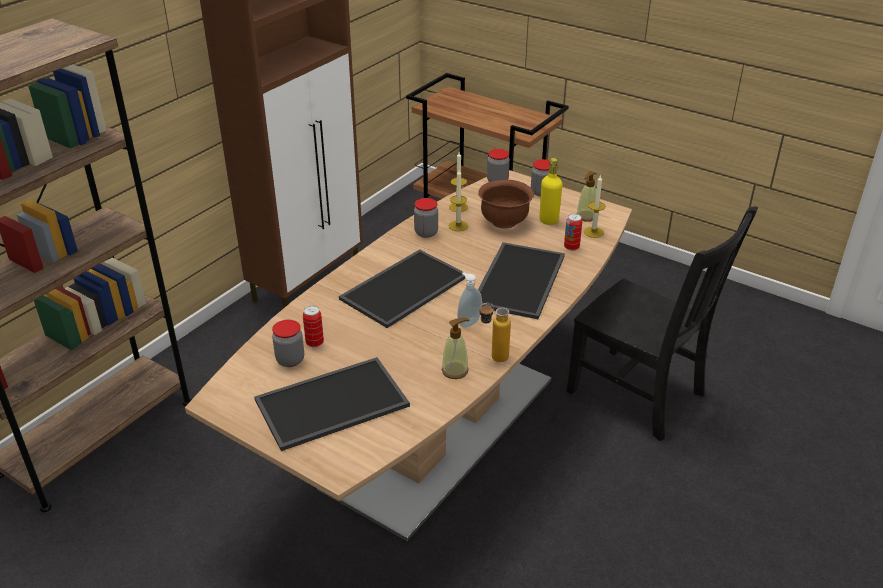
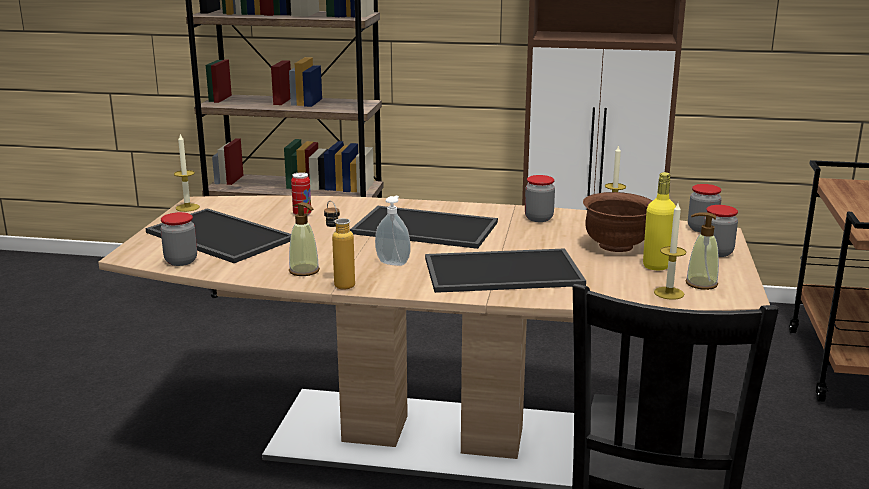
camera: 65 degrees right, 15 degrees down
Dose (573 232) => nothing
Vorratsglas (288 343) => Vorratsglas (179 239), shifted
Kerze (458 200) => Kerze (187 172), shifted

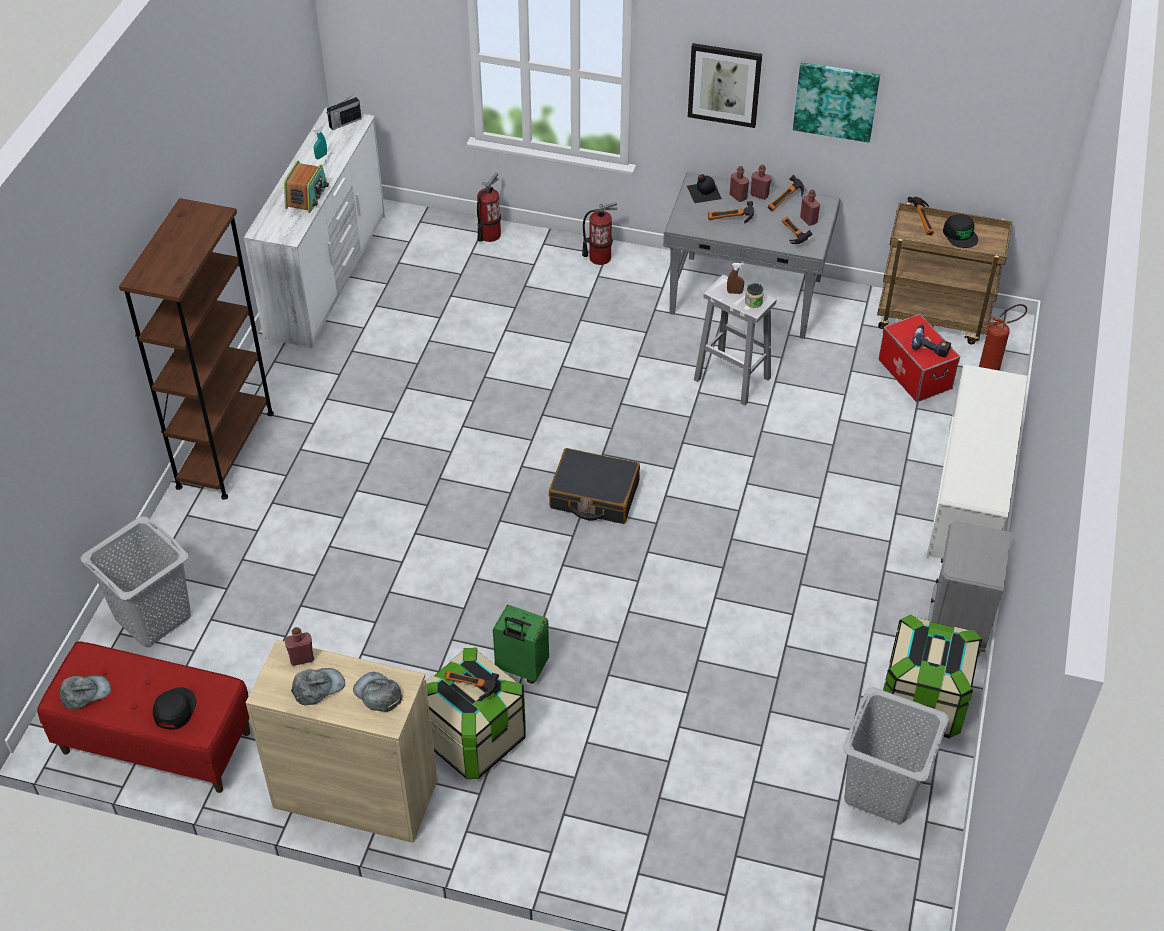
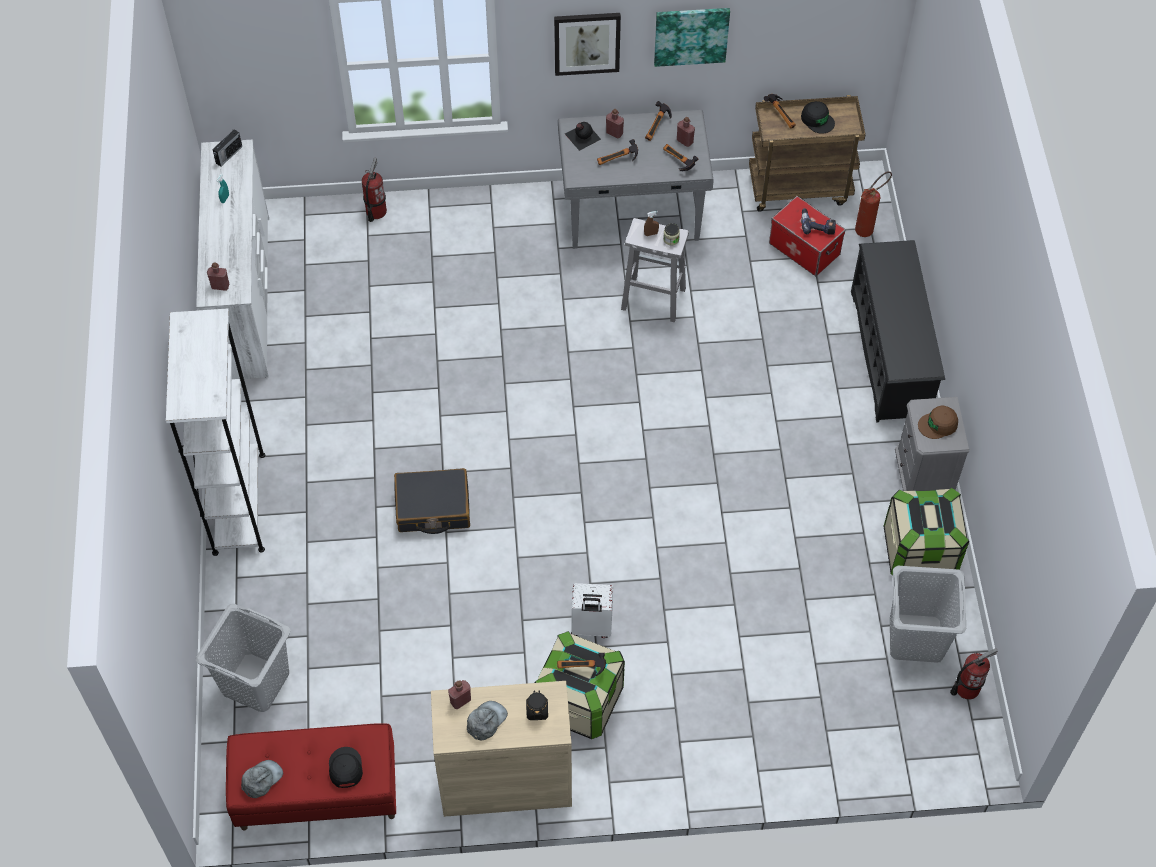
camera: 20 degrees left, 10 degrees up
Radio (306 186) => nothing
nothing => Kappe/braun (938 422)
Koffer/schwarz (594 486) => Koffer/schwarz (432 501), shifted
Feuerlöscher (599 233) => Feuerlöscher (973 674), shifted
Flasche/rot (760 182) => Flasche/rot (218 276), shifted
Kappe/grau (377 692) => Vorratsglas/schwarz (537 705)
Bücherregal/braun (196 349) => Bücherregal/weiß (215 432)
Koffer/grün (521 644) => Koffer/weiß (592 610)
Schuhregal/weiß (977 461) => Schuhregal/schwarz (898 331)

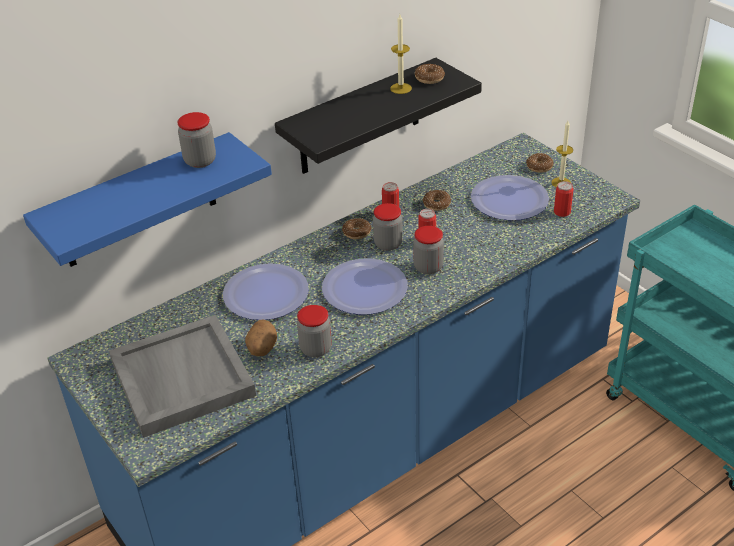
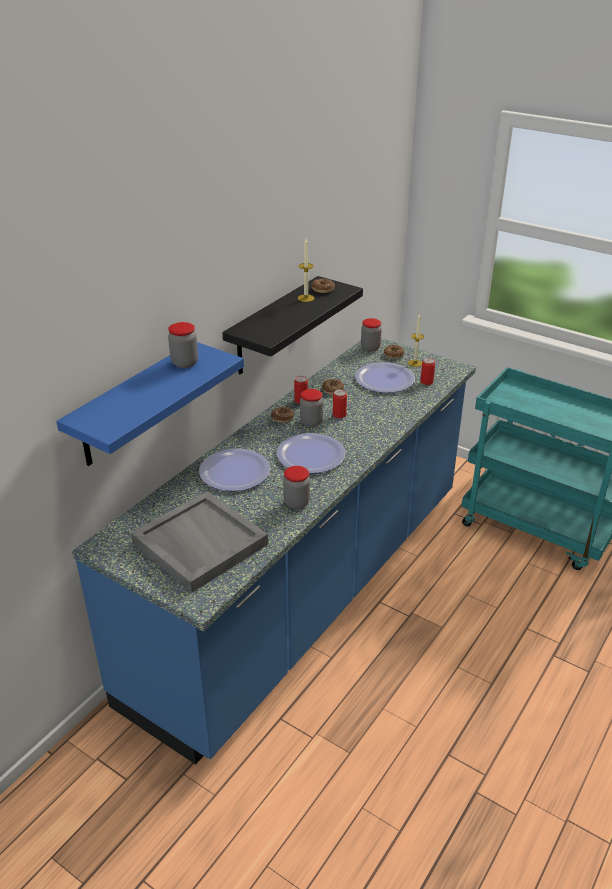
camera: 20 degrees left, 5 degrees down
Kartoffel (261 338) => nothing
Vorratsglas (428 250) => Vorratsglas (371 334), shifted

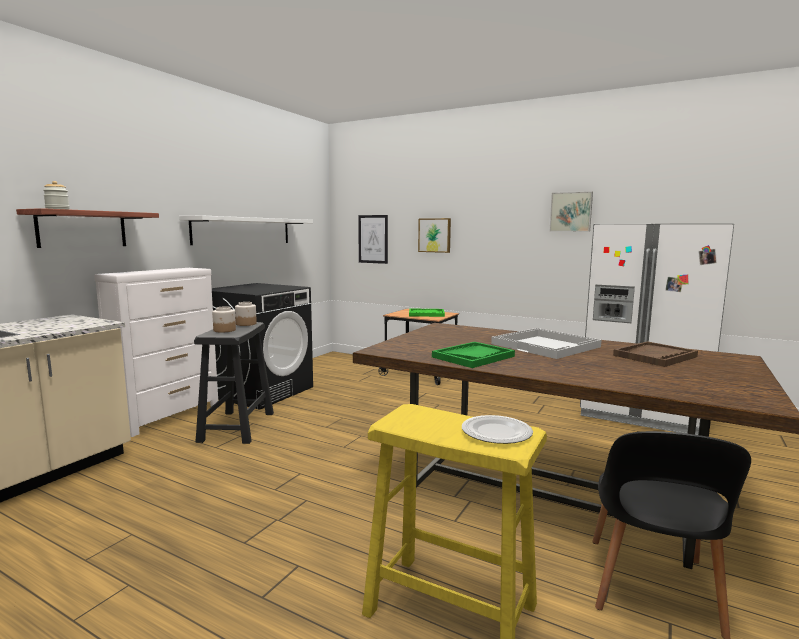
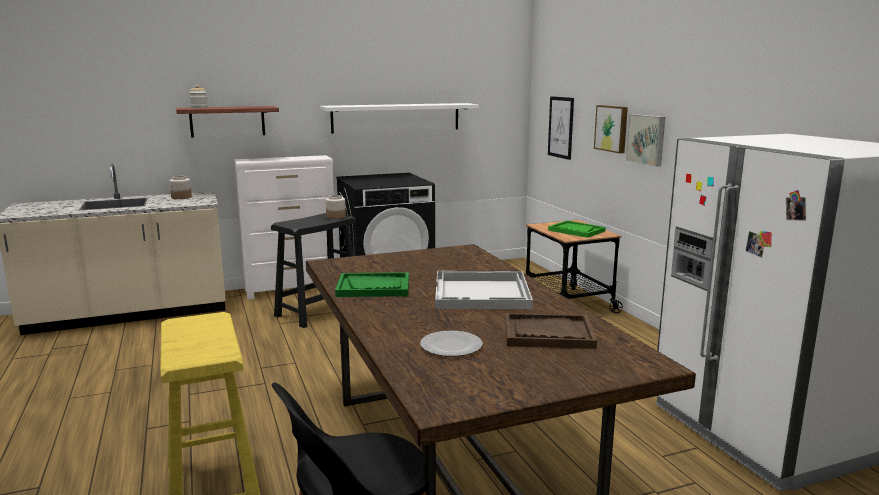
camera: 40 degrees right, 5 degrees up
Vorratsglas (224 320) => Vorratsglas (180 187), shifted
Teller (497 429) => Teller (451 343), shifted
Bild (571 212) => Bild (645 140), shifted

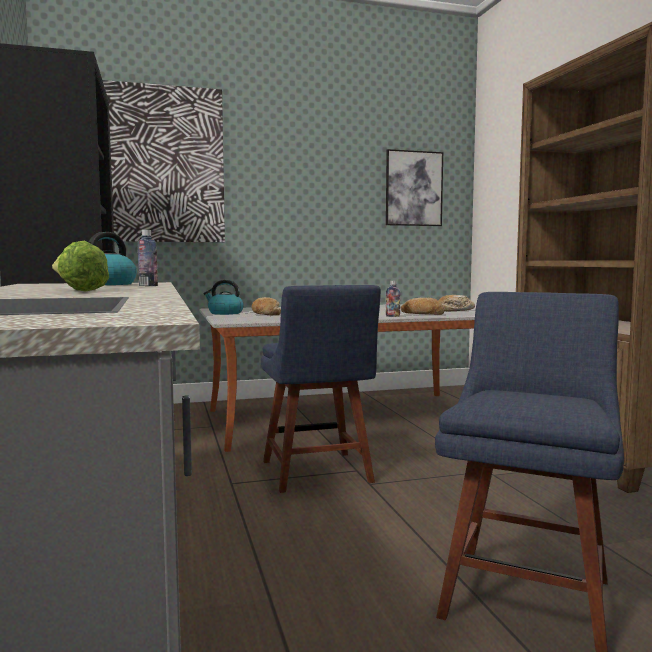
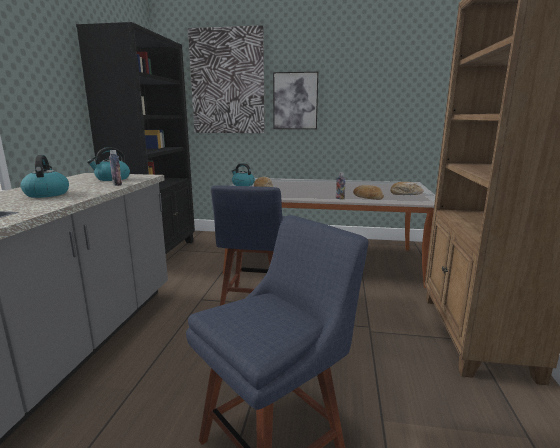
camera: 25 degrees right, 10 degrees up
Bild (414 187) => Bild (296 100), shifted
Salatkopf (80 266) => Wasserkessel (45 176)

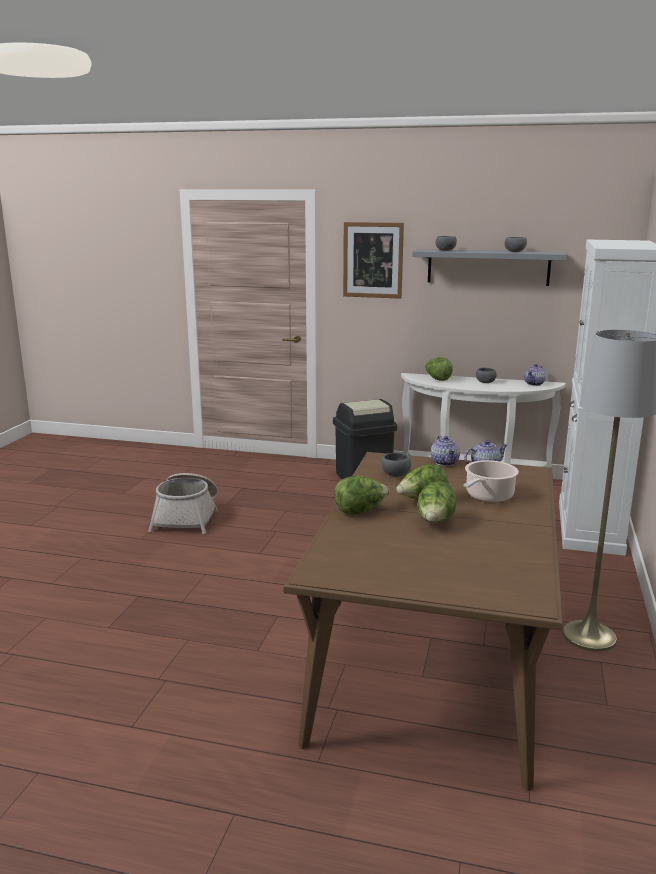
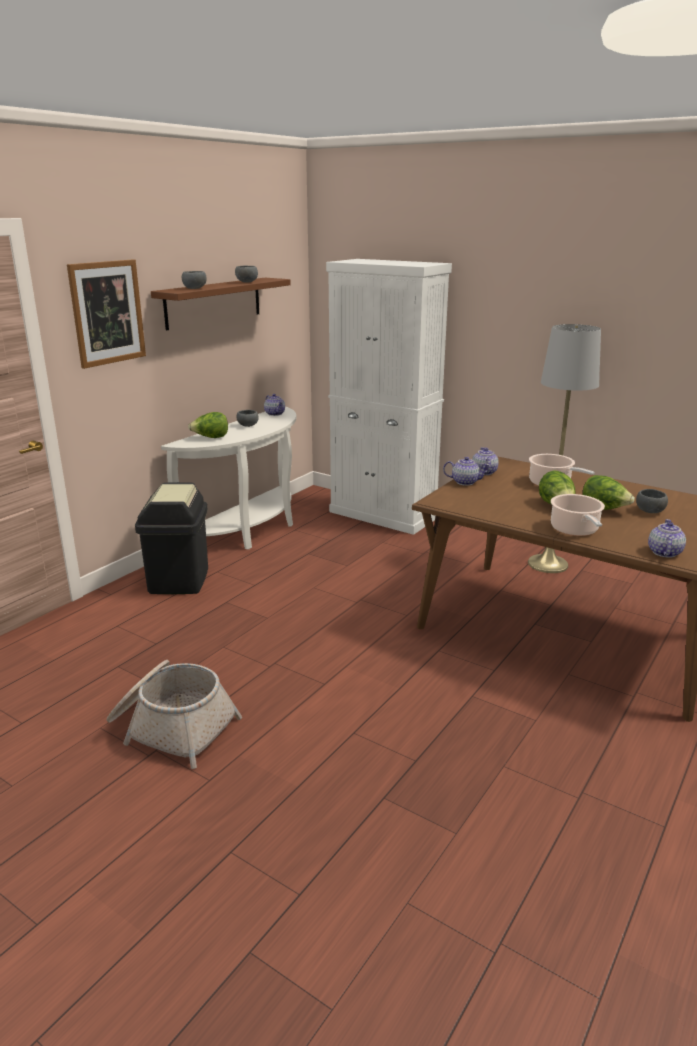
camera: 70 degrees left, 5 degrees up
nothing => Teekanne (667 538)
Schüssel/grau (396 465) => Schüssel/grau (652 501), shifted
Salatkopf (362 495) => Kochtopf (578 515)
Wandregal/grau (489 267) => Wandregal/braun (221 304)

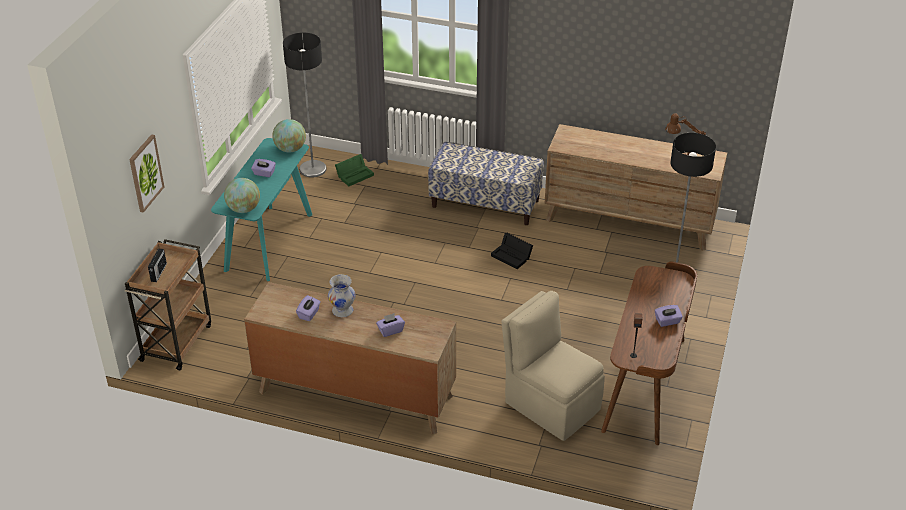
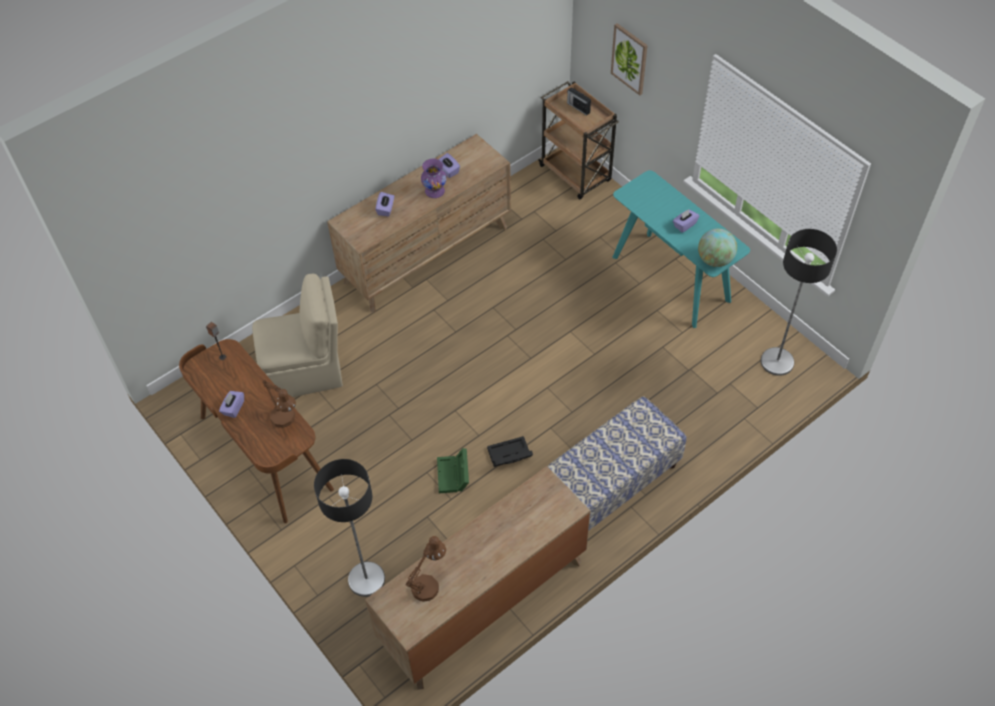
camera: 125 degrees right, 15 degrees up
Globus (242 195) => nothing
nothing => Tischlampe/braun (279 404)
Aufbewahrungsbox/grün (354 170) => Aufbewahrungsbox/grün (453 470), shifted
Vase/weiß (341 295) => Vase/lila (434 178)

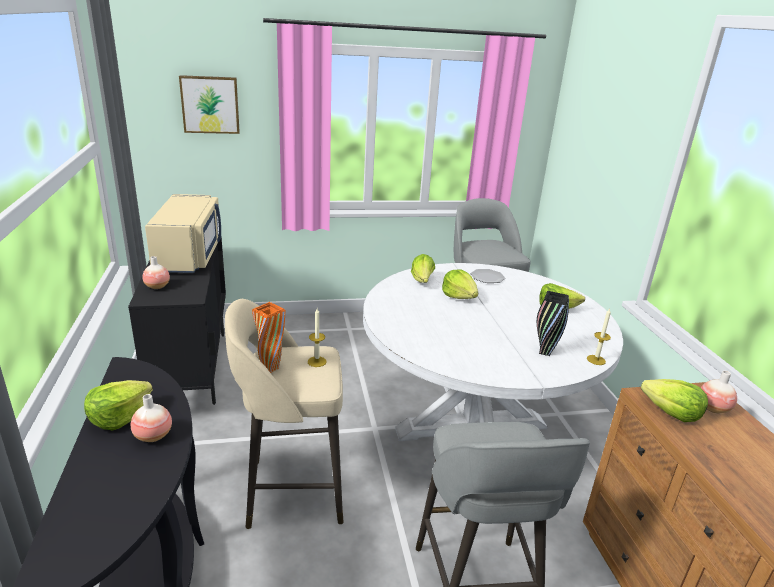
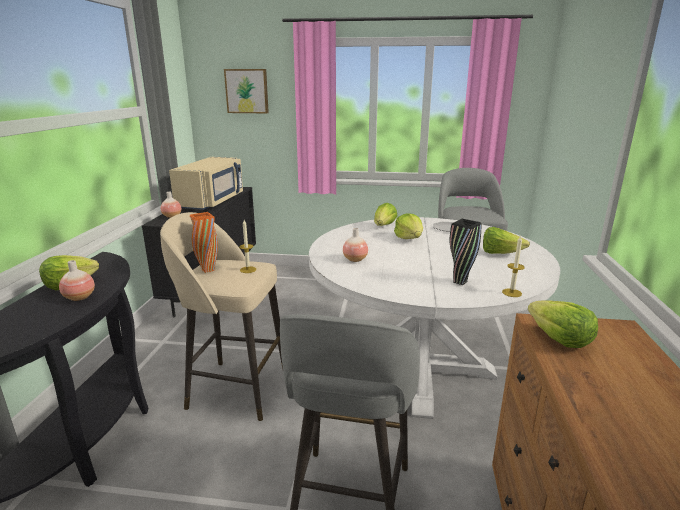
camera: 20 degrees right, 5 degrees down
Vase (719 392) => Vase (355 245), shifted

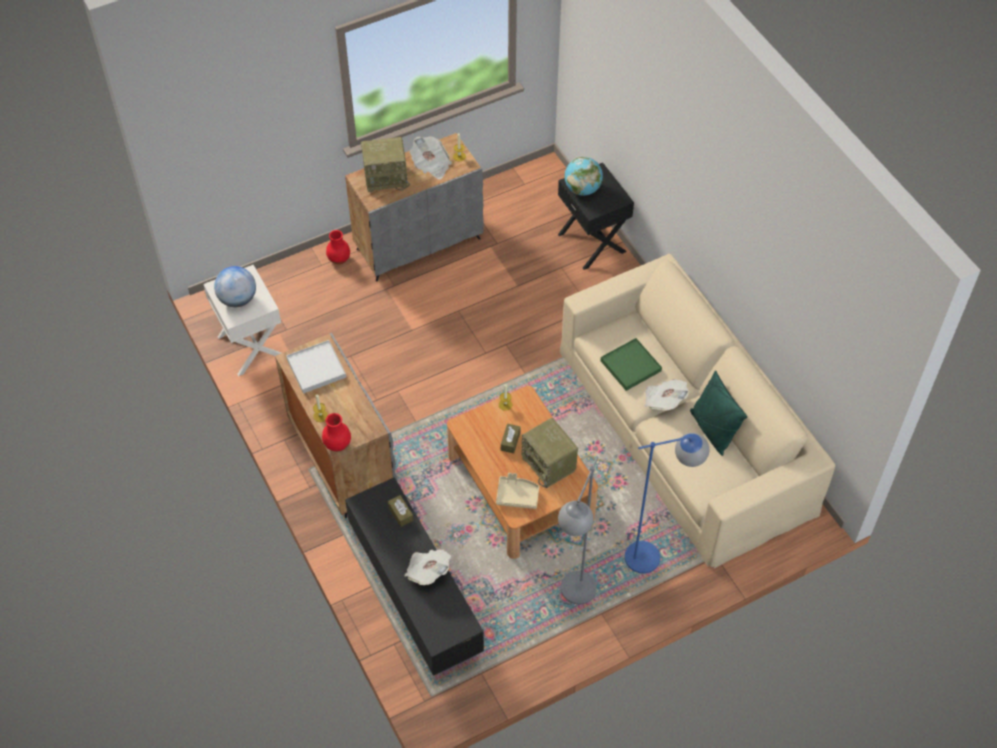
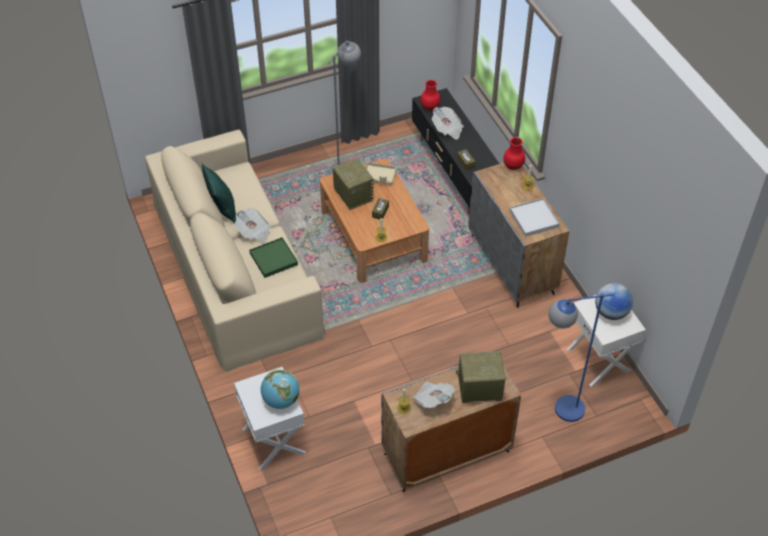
camera: 175 degrees left, 5 degrees down
Vase/rot (338 247) => Vase/rot (430 95), shifted
Stehlampe/blau (667 503) => Stehlampe/blau (581 357), shifted
Nachttisch/schwarz (596 216) => Nachttisch/weiß (270 418)

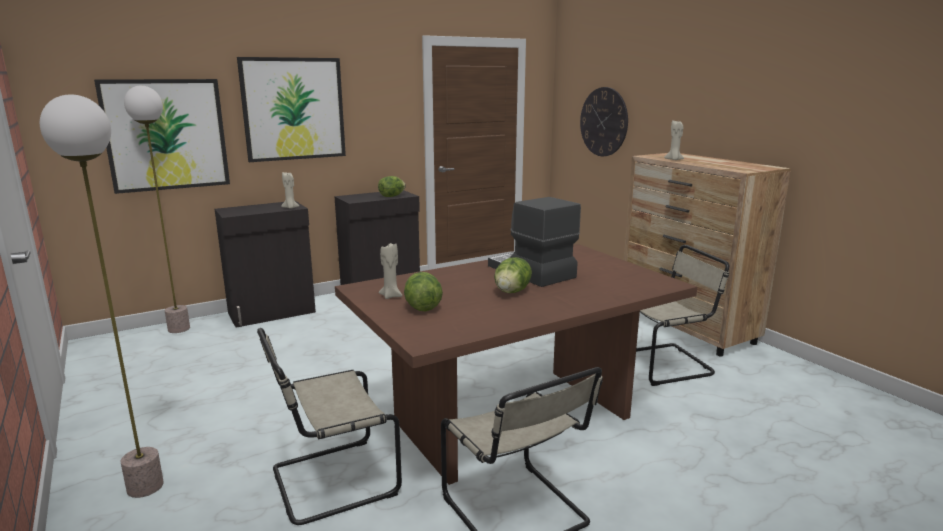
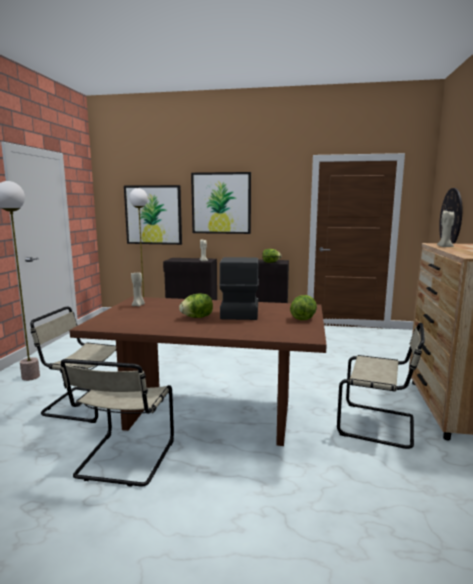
camera: 40 degrees right, 5 degrees down
Salatkopf (423 291) => Salatkopf (303 307), shifted

